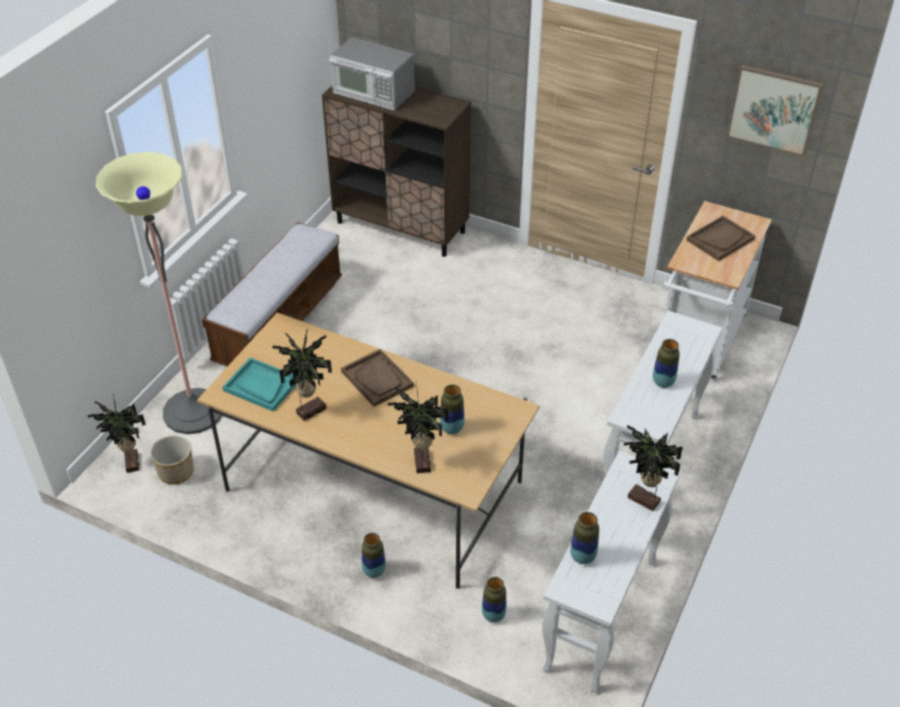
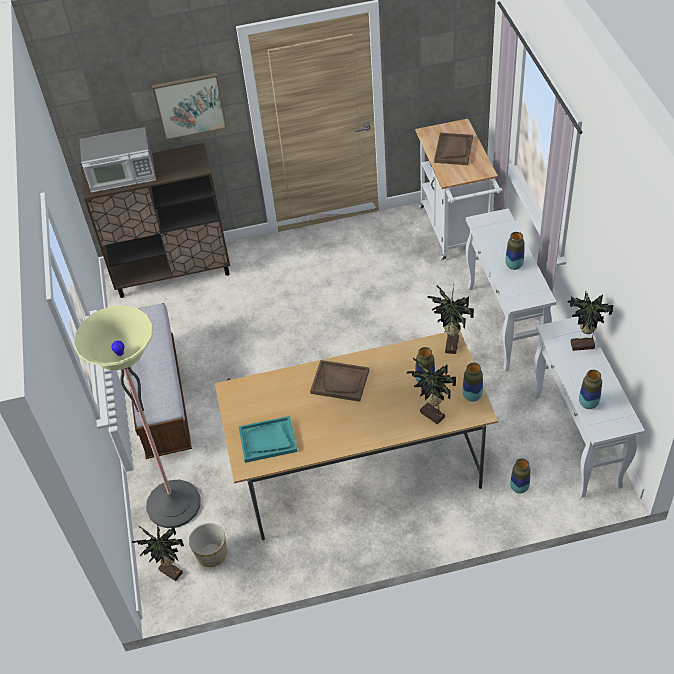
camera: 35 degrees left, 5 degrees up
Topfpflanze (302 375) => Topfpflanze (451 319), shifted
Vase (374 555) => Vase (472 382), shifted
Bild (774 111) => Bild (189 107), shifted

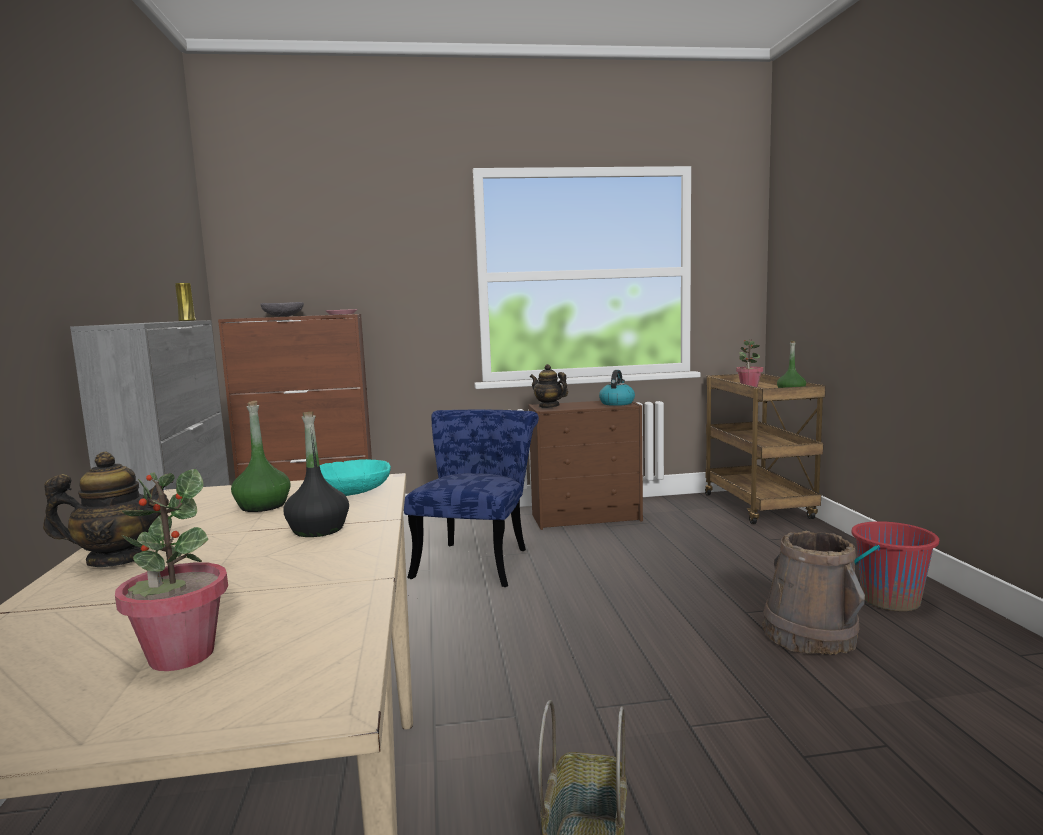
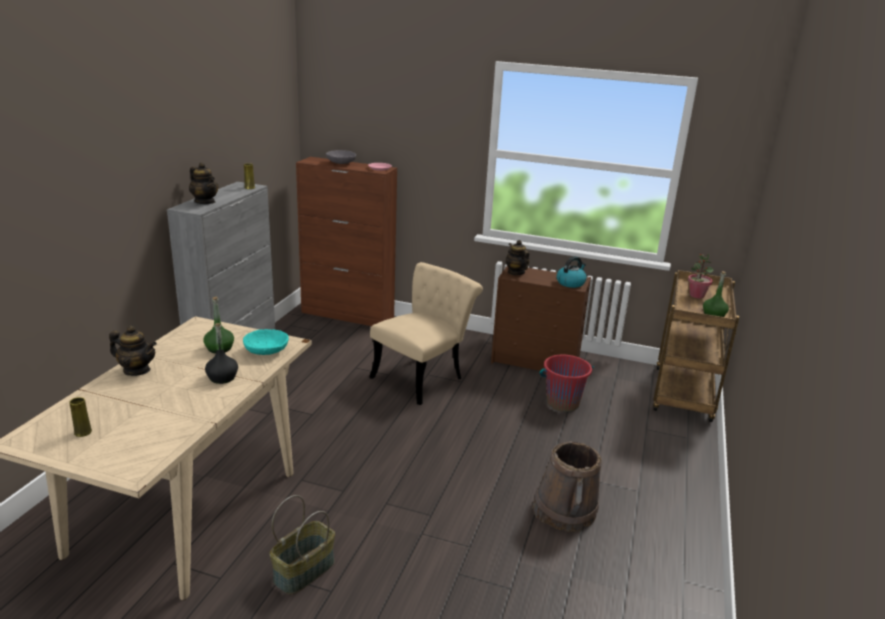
camera: 25 degrees right, 15 degrees up
Topfpflanze (171 570) => nothing
nothing => Vase/gelb (80 417)
nothing => Teekanne (203 183)
Eimer/rot (895 566) => Eimer/rot (567 383), shifted
Stuhl/blau (471 498) => Stuhl/beige (426 333)

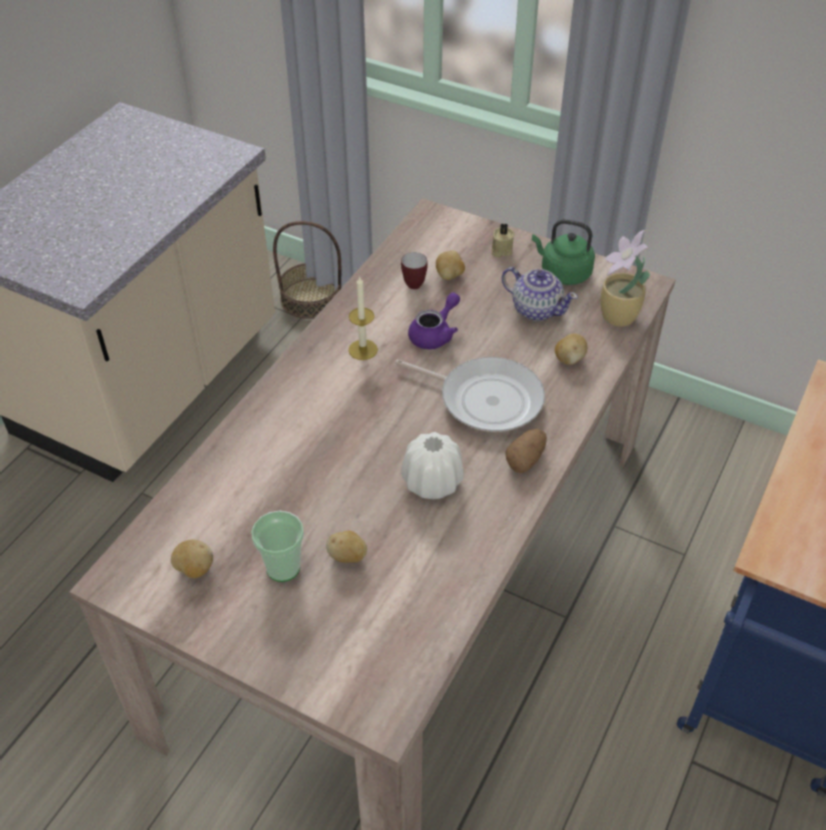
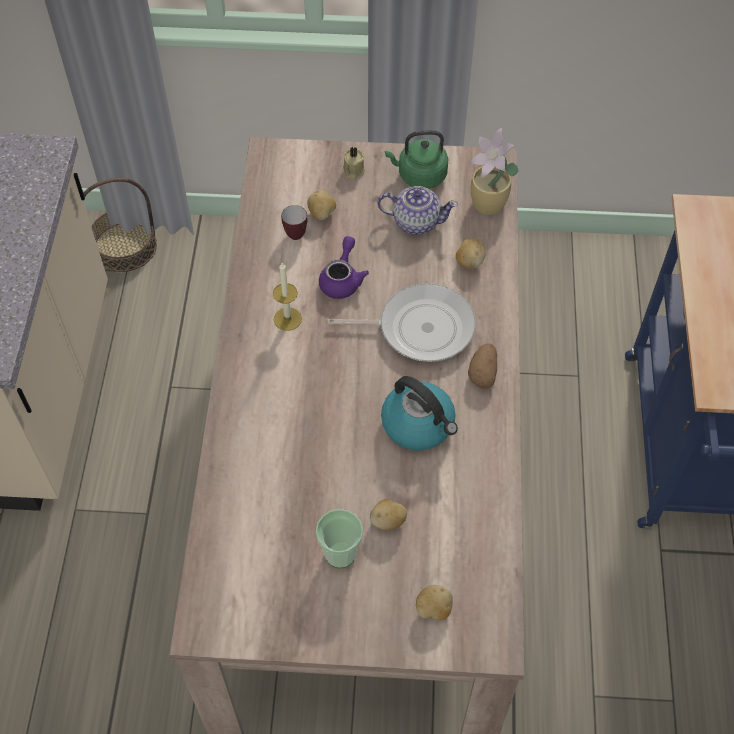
camera: 25 degrees left, 10 degrees up
Kartoffel (192 559) => Kartoffel (434 603), shifted
Vase/weiß (432 465) => Wasserkessel (419 413)

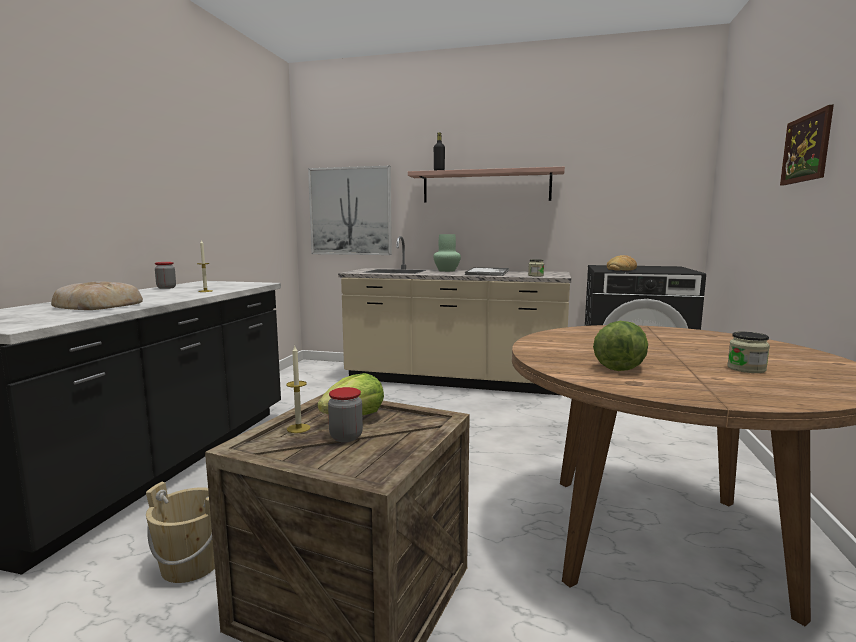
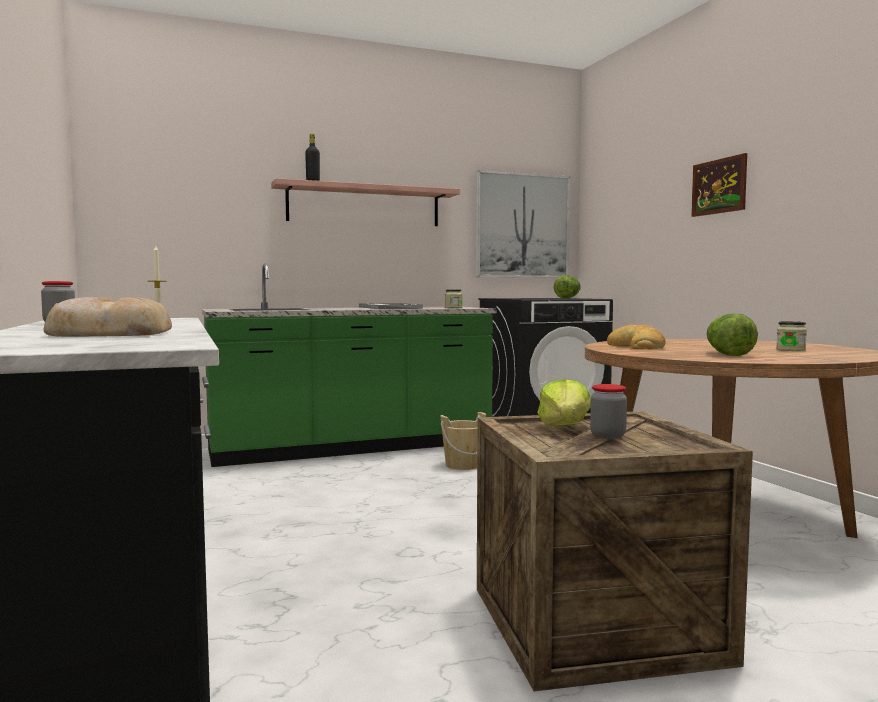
camera: 35 degrees left, 5 degrees down
Kerze (298 389) => nothing
Vase/grün (447 253) => nothing
nothing => Salatkopf (567 286)
Eimer/beige (180 532) => Eimer/beige (463 441), shifted
Bild (350 210) => Bild (523 224), shifted
Brot (622 263) => Brot (636 337), shifted
Küchenzeile/beige (454 315) => Küchenzeile/grün (349 365)

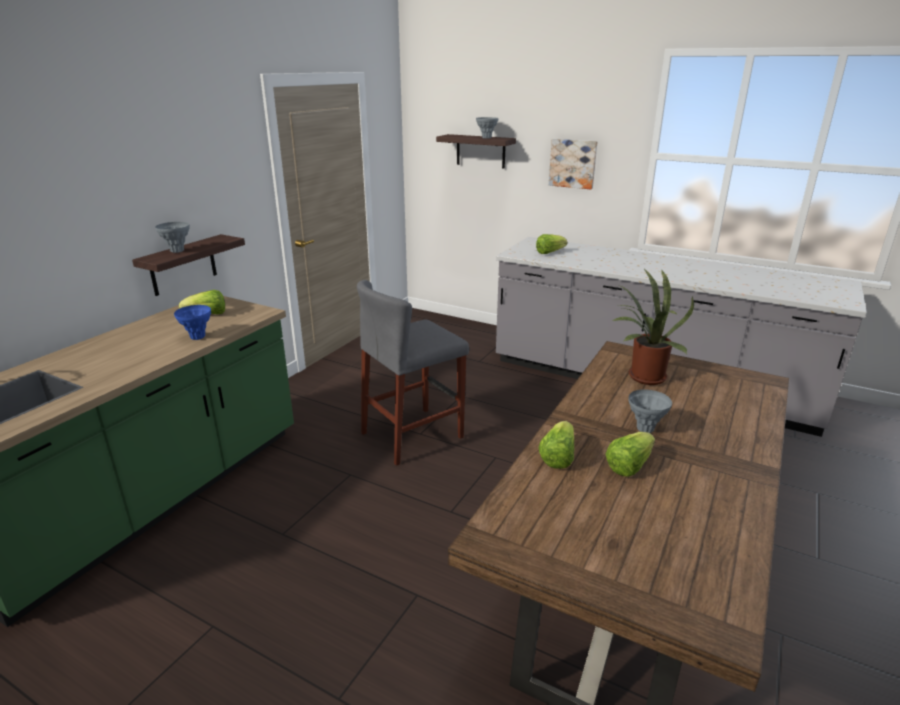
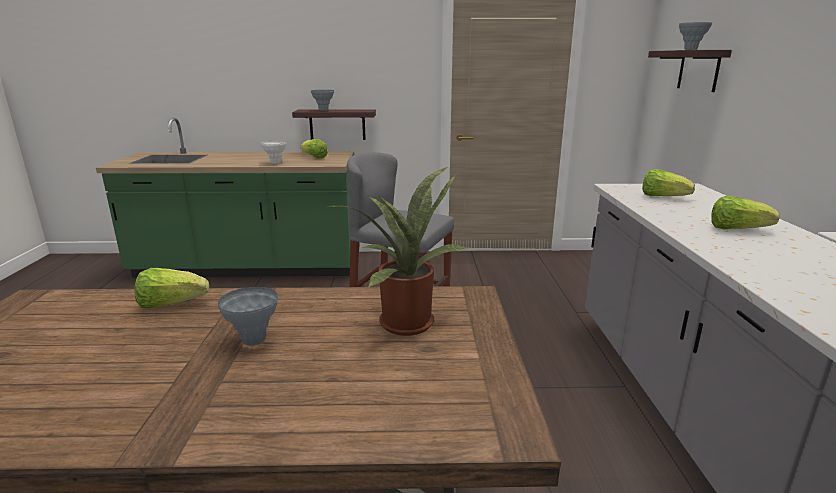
camera: 60 degrees right, 5 degrees down
Bild (573 164) => nothing
Salatkopf (630 454) => Salatkopf (745 212), shifted
Vase/blau (192 322) => Vase/weiß (273 152)

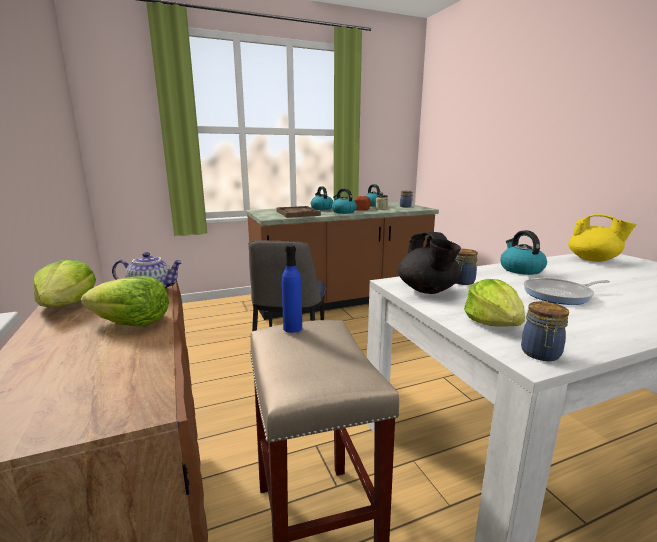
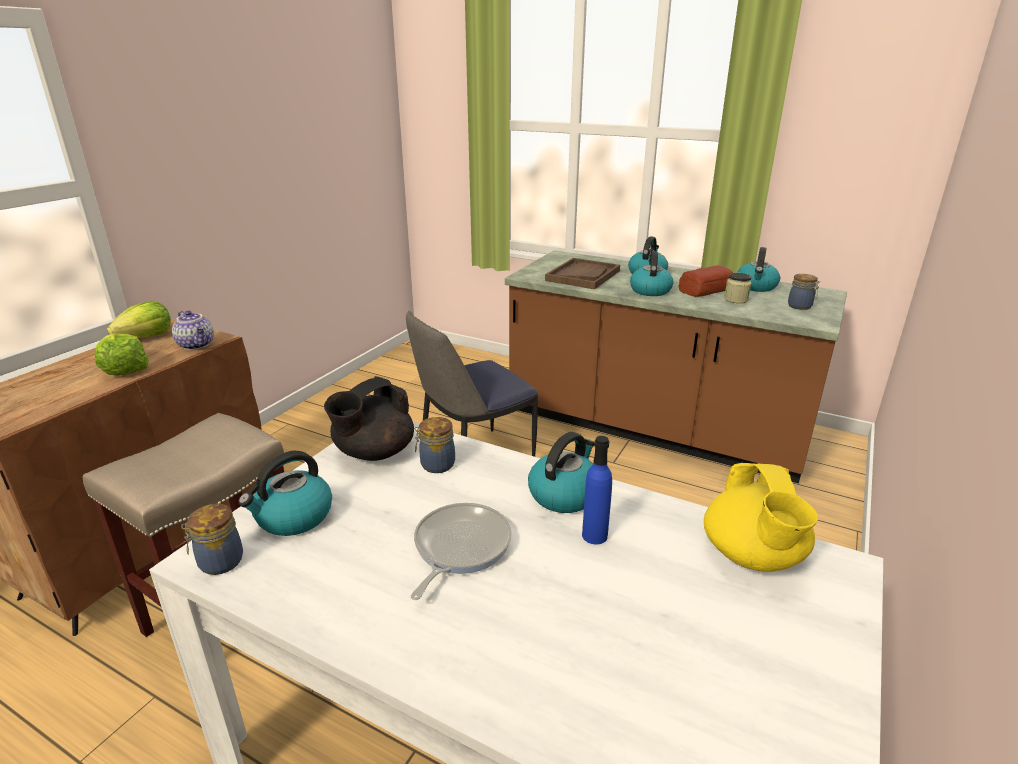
camera: 50 degrees right, 10 degrees up
Flasche/blau (292 289) => Flasche/blau (597 490), shifted
Salatkopf (494 303) => Wasserkessel (285 493)
Pfanne (567 291) => Pfanne (461 551), 75 degrees clockwise

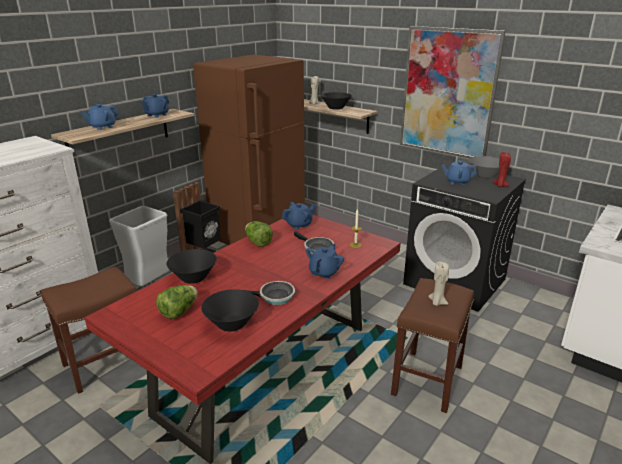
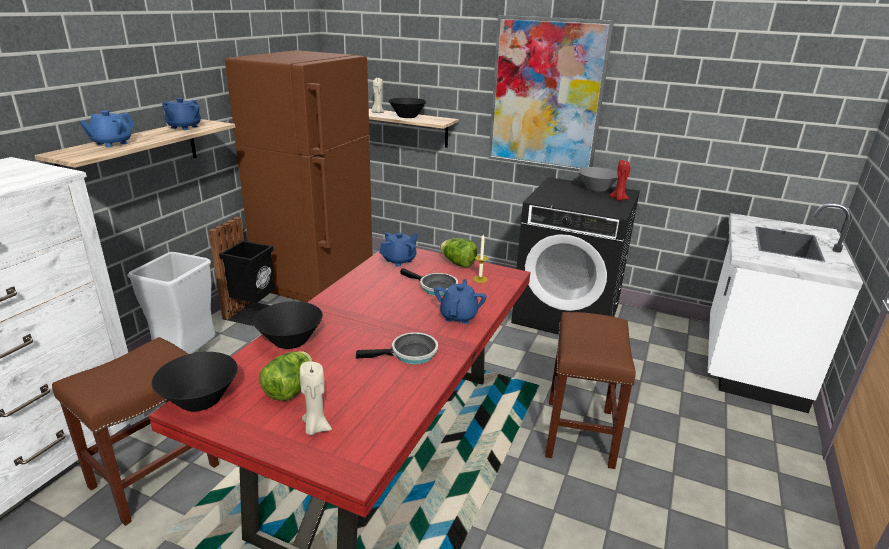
camera: 15 degrees left, 0 degrees up
Teekanne/blau (459 172) => nothing
Schüssel/schwarz (230 310) => Schüssel/schwarz (195 381), shifted
Salatkopf (259 234) => Salatkopf (459 253), shifted
Kerze/beige (438 284) => Kerze/beige (316 398), shifted

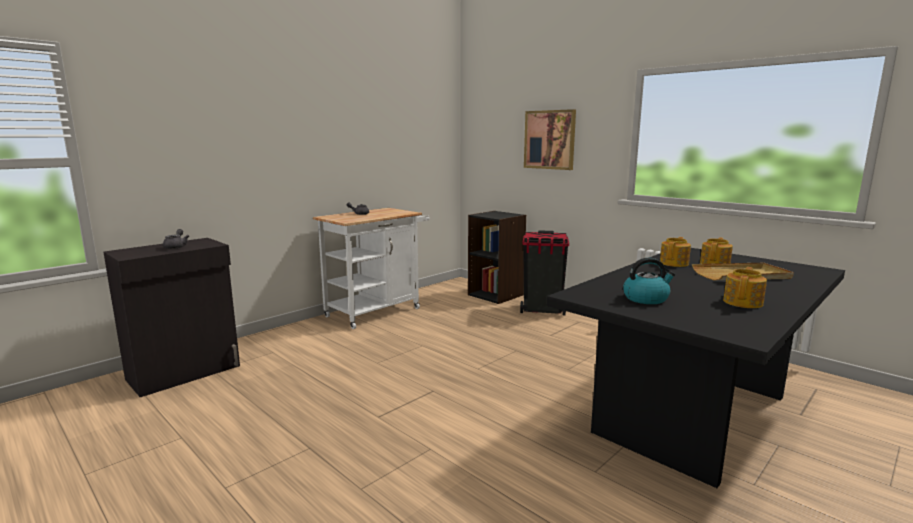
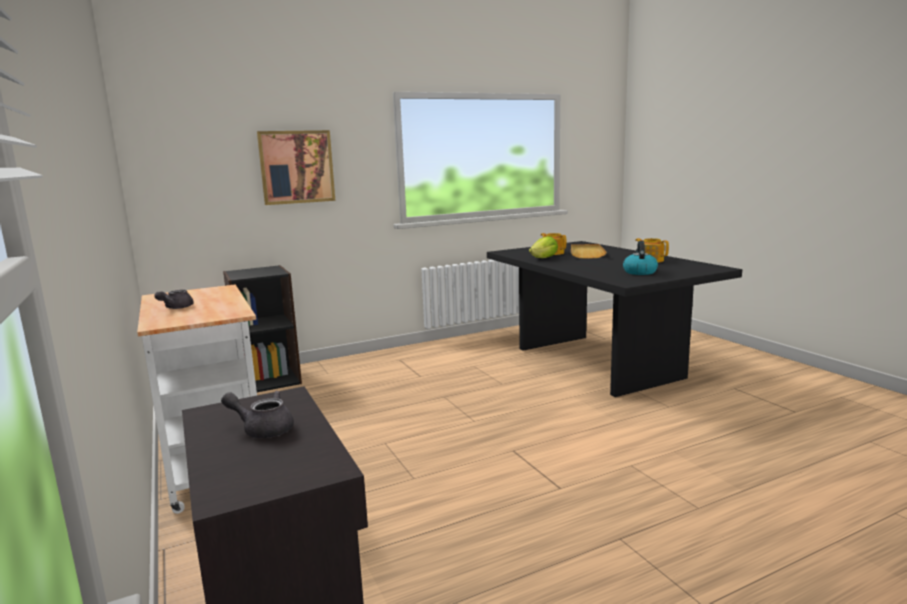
camera: 70 degrees left, 0 degrees up
Mülleimer/schwarz (544 273) => nothing
Teekanne (675 252) => Salatkopf (543 247)

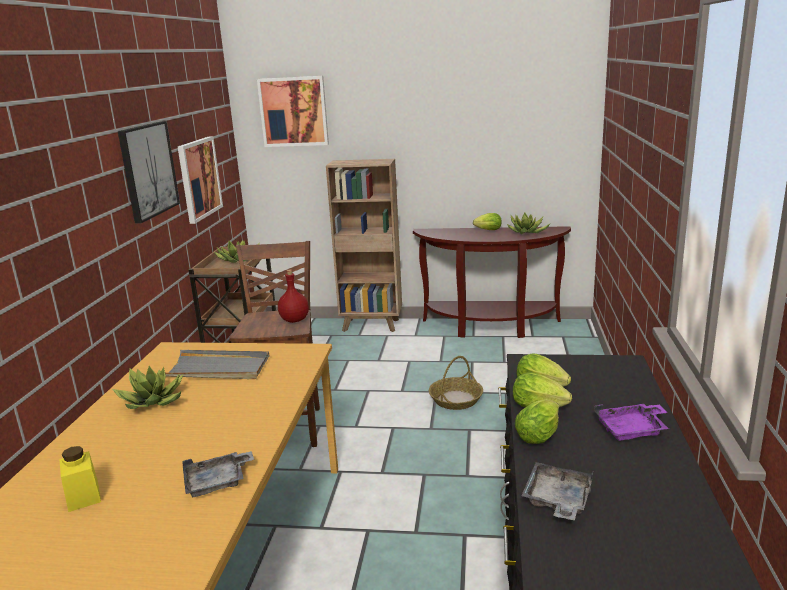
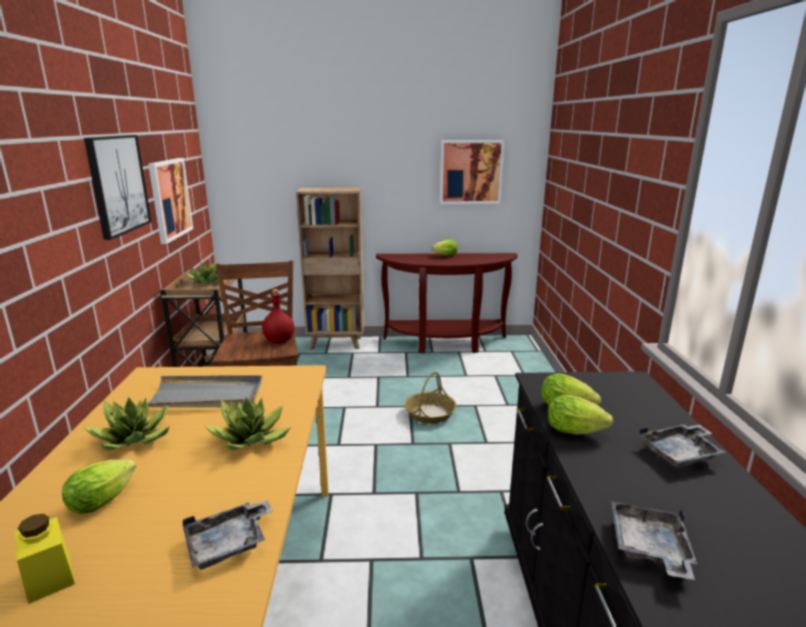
camera: 10 degrees left, 0 degrees up
Bild (293 111) => Bild (472 172), shifted
Topfpflanze (529 223) => Topfpflanze (247 423), shifted
Salatkopf (537 422) => Salatkopf (99 487), shifted
Tablett/lila (631 422) => Tablett/grau (682 445)

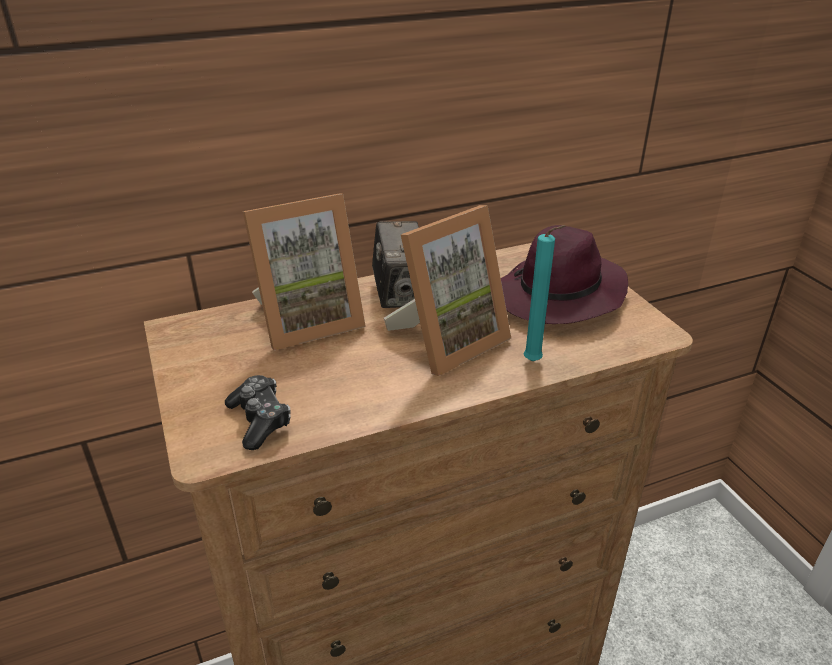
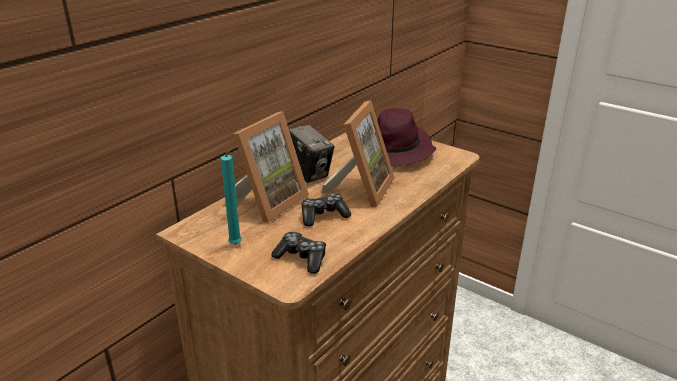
camera: 30 degrees left, 5 degrees down
nothing => Gamepad (326 210)
Kerze/türkis (544 293) => Kerze/türkis (231 195), shifted

